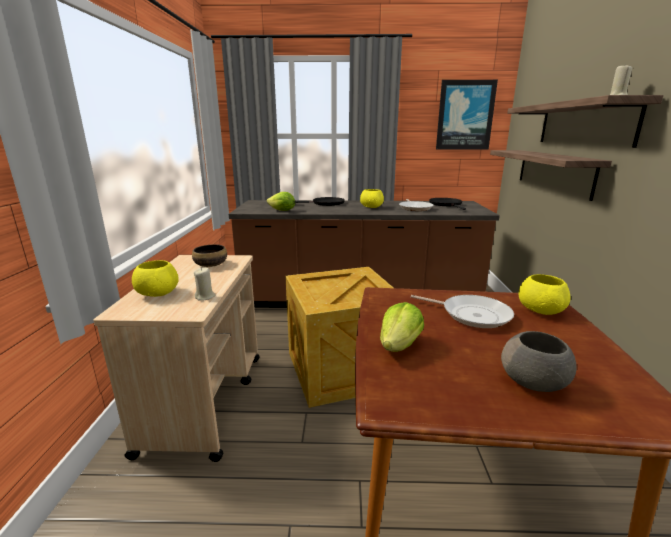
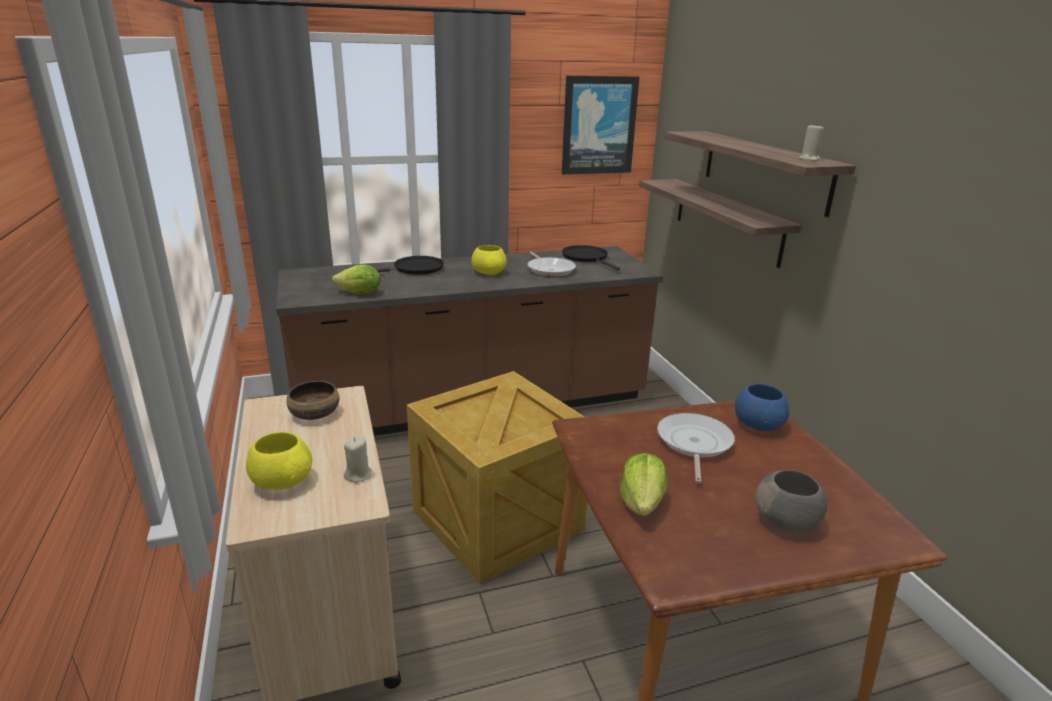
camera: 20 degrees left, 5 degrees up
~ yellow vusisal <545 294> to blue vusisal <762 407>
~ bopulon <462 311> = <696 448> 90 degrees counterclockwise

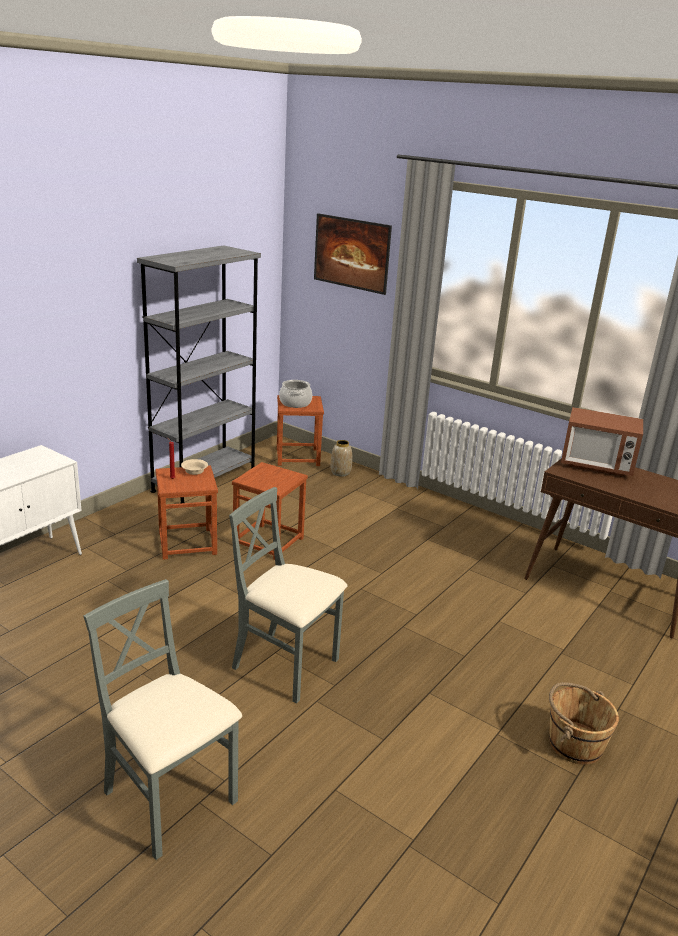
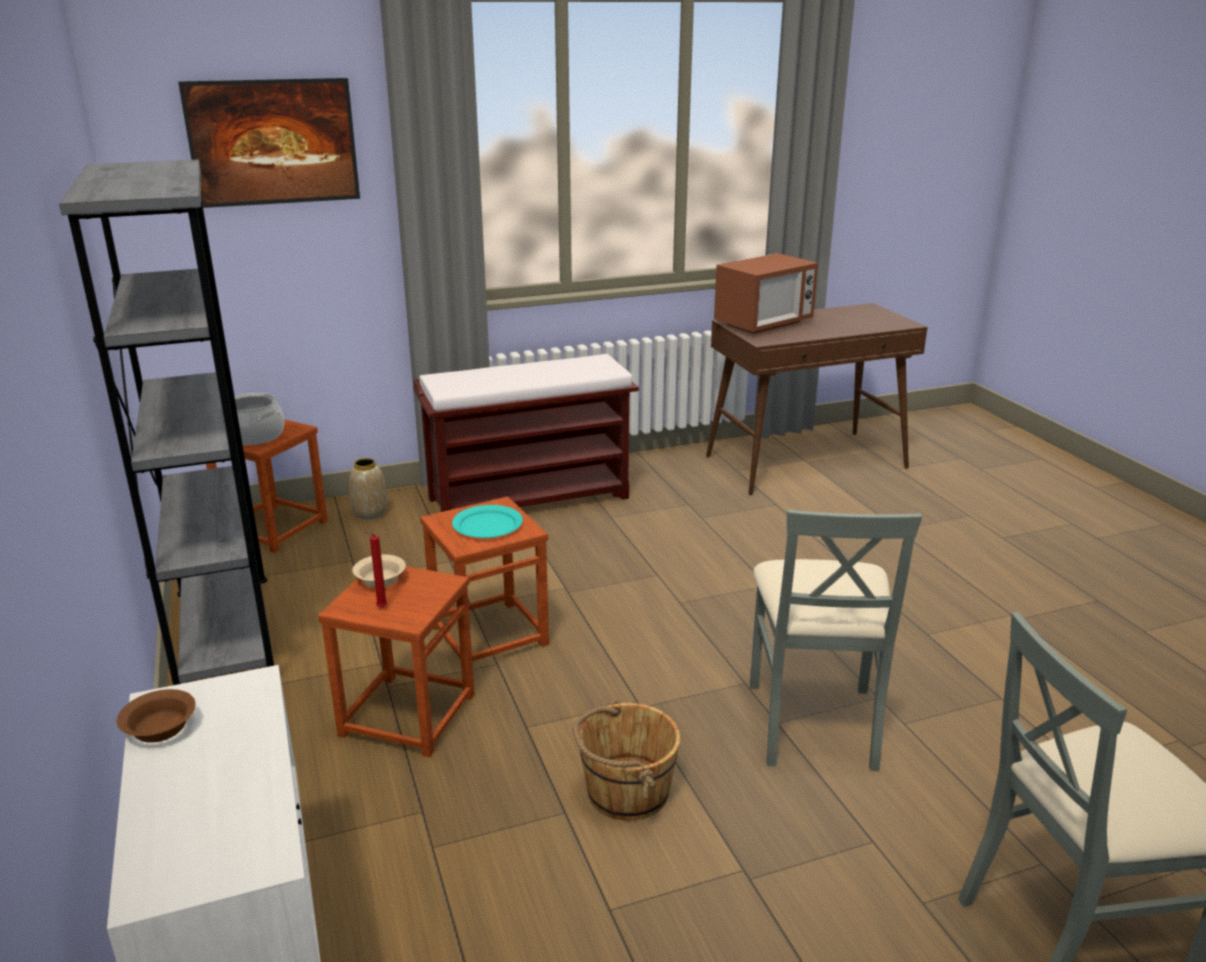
camera: 55 degrees left, 0 degrees up
~ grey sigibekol <288 595> = <836 640> 60 degrees counterclockwise
~ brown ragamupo <584 723> to <626 760>
+ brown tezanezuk <526 433>
+ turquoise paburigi <487 521>
+ brown vusisal <156 716>

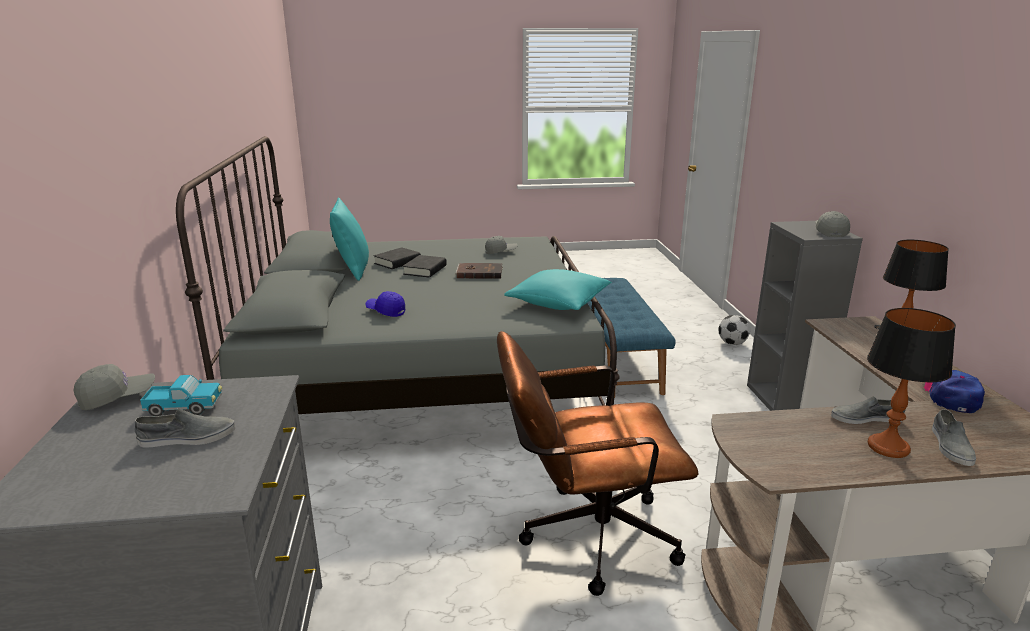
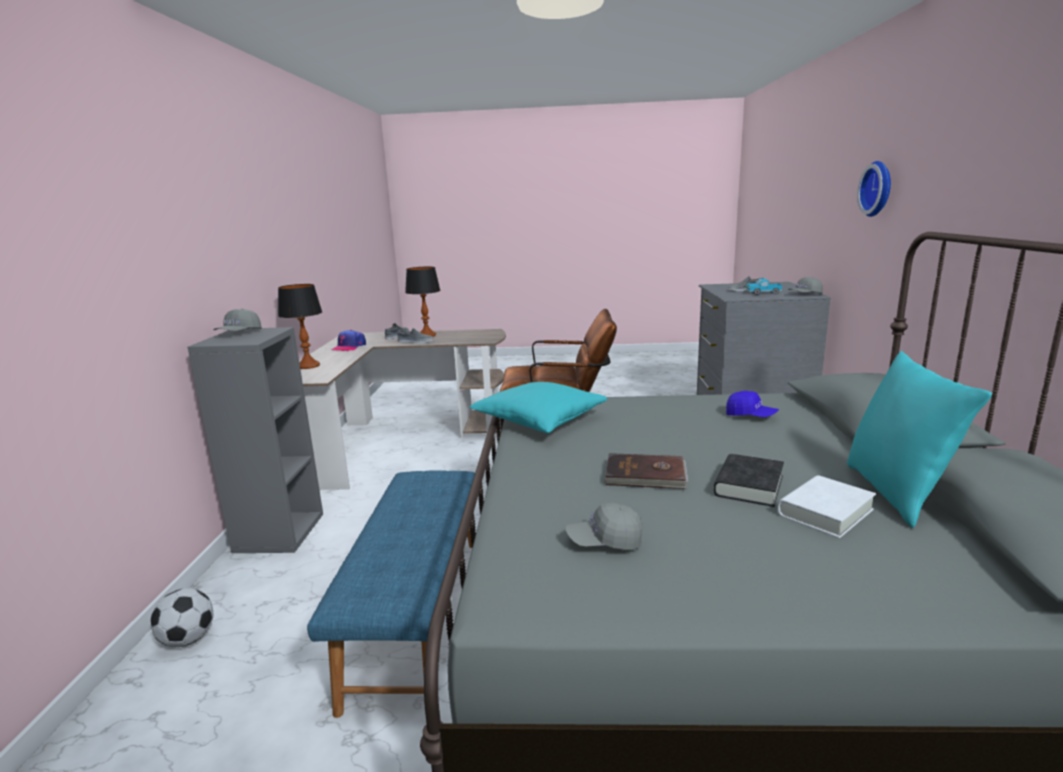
camera: 170 degrees left, 5 degrees down
~ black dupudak <397 258> to white dupudak <826 506>
+ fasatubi <874 189>

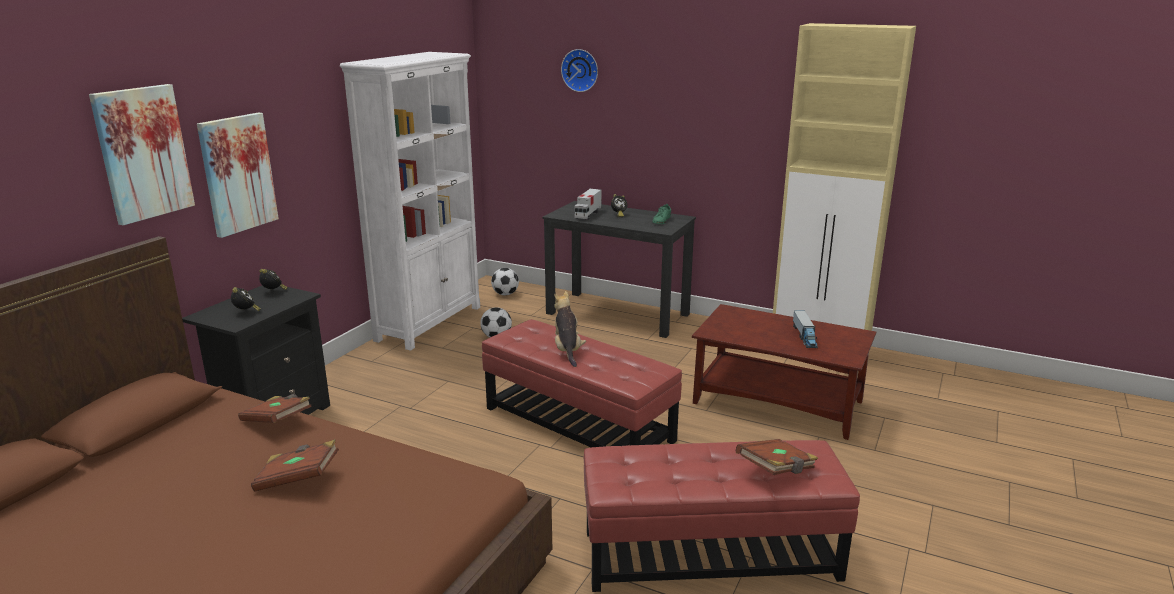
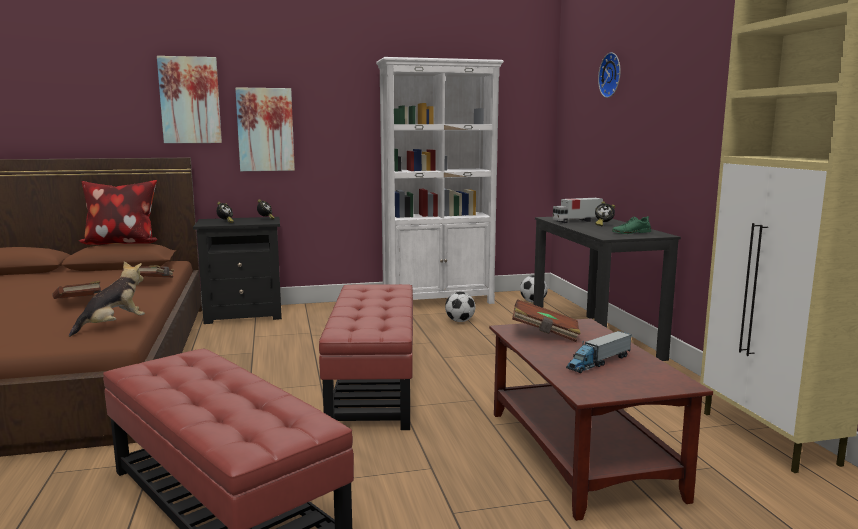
camera: 50 degrees right, 10 degrees down
~ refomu <570 329> to <107 299>
~ brown dupudak <777 457> to <546 320>
+ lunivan <118 212>

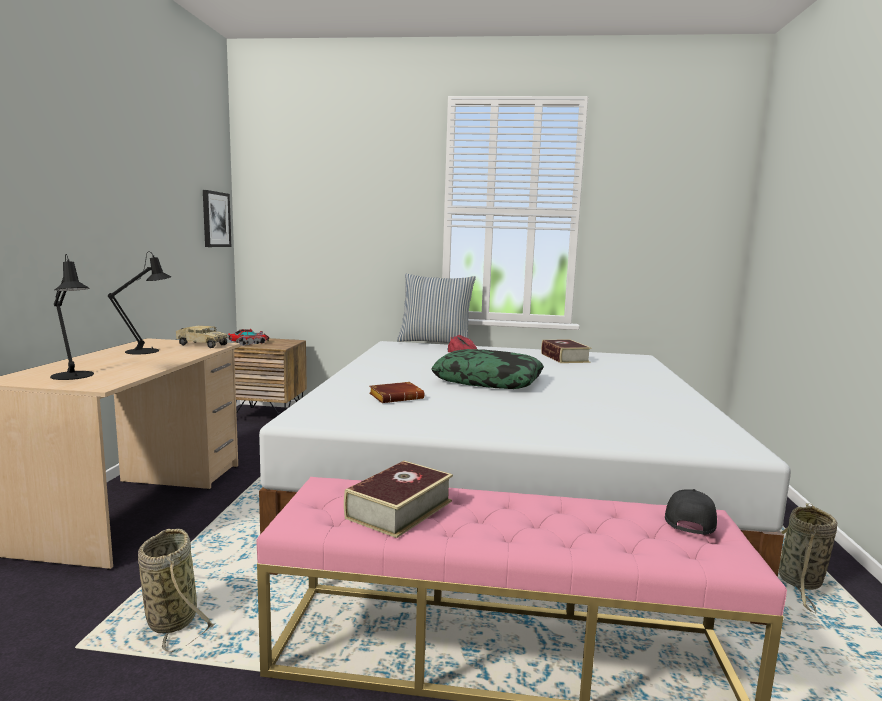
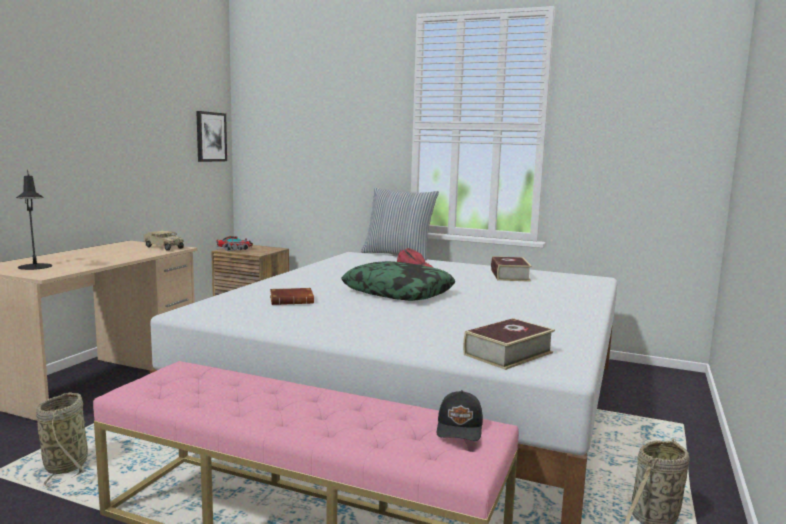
camera: 15 degrees right, 0 degrees up
- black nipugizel <140 303>
~ dupudak <398 499> to <509 344>
~ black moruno <691 512> = <460 415> 150 degrees clockwise

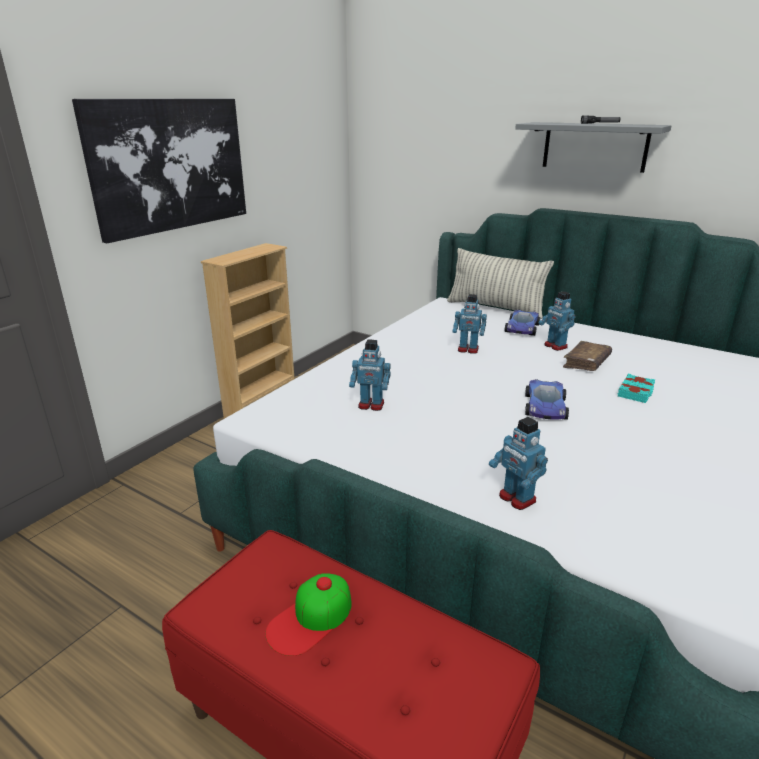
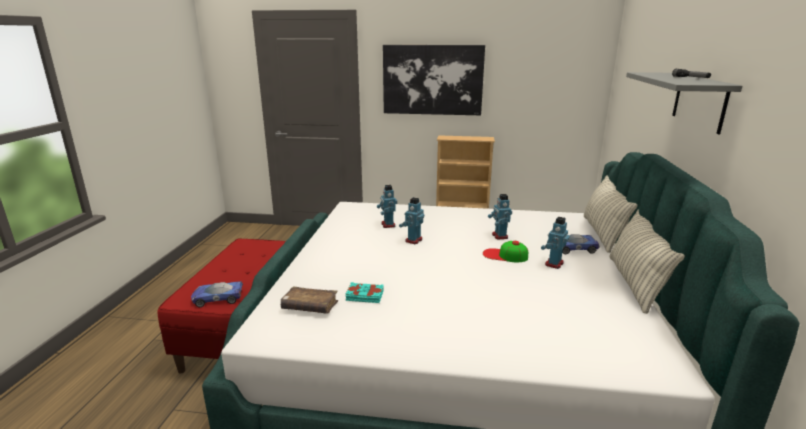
camera: 65 degrees right, 5 degrees down
~ brown dupudak <587 356> to <309 300>
~ turquoise dupudak <636 388> to <364 292>
~ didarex <547 399> to <217 294>
~ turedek <518 463> to <411 220>
~ moruno <309 614> to <505 251>
+ lunivan <647 261>

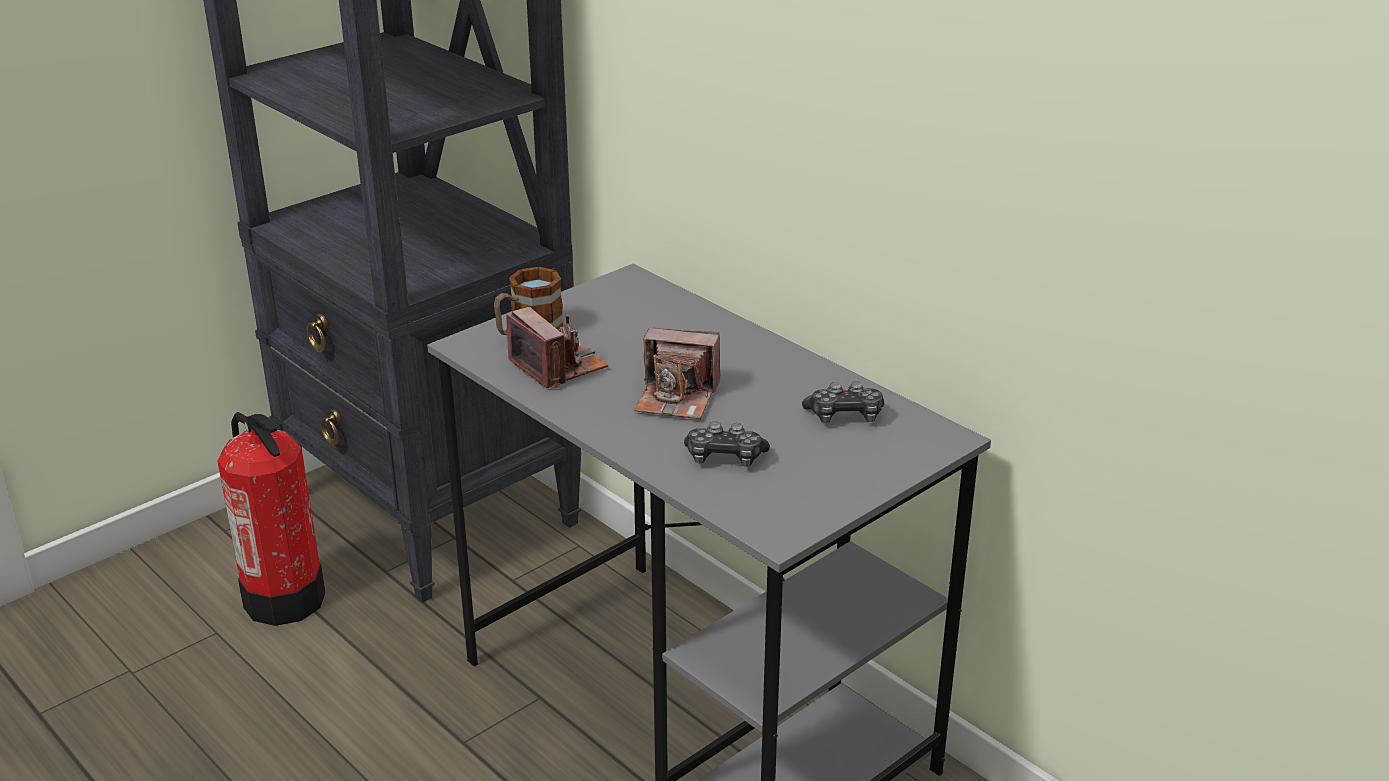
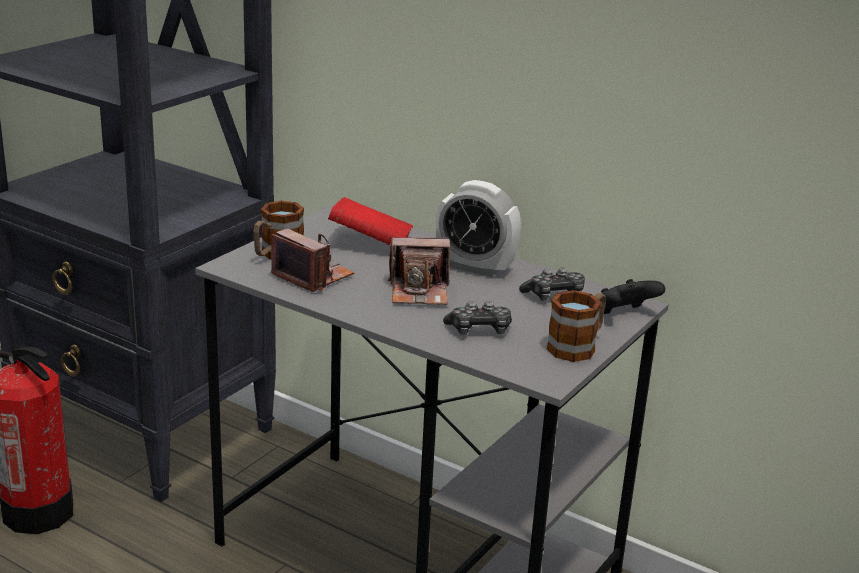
camera: 15 degrees left, 5 degrees down
+ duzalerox <478 228>
+ red dupudak <370 221>
+ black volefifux <632 296>
+ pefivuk <576 326>

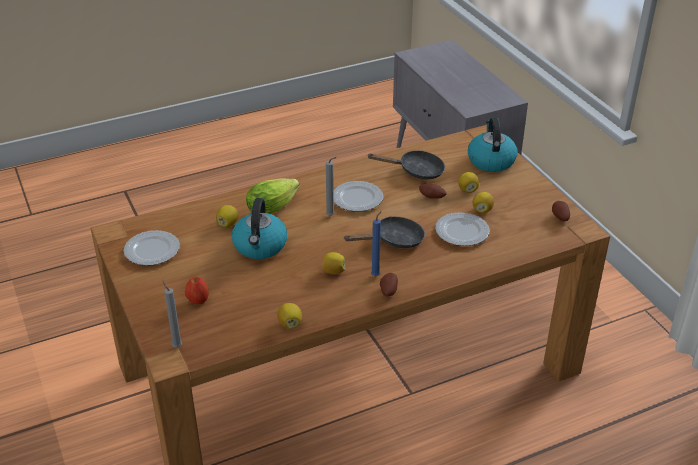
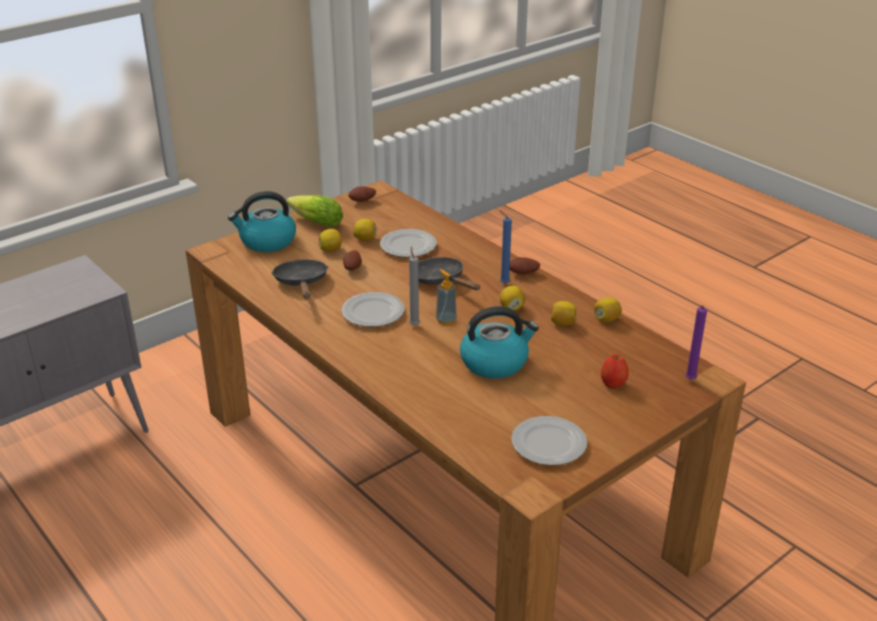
camera: 105 degrees left, 5 degrees down
~ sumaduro <273 196> to <314 211>
~ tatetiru <227 216> to <564 313>
~ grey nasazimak <172 314> to purple nasazimak <696 342>
+ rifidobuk <446 297>

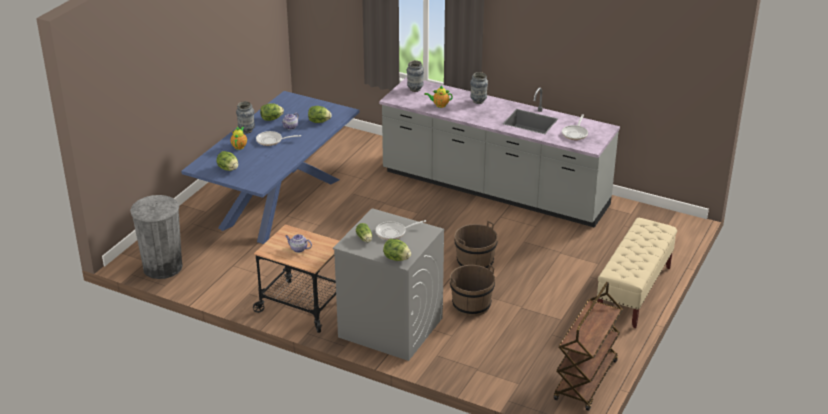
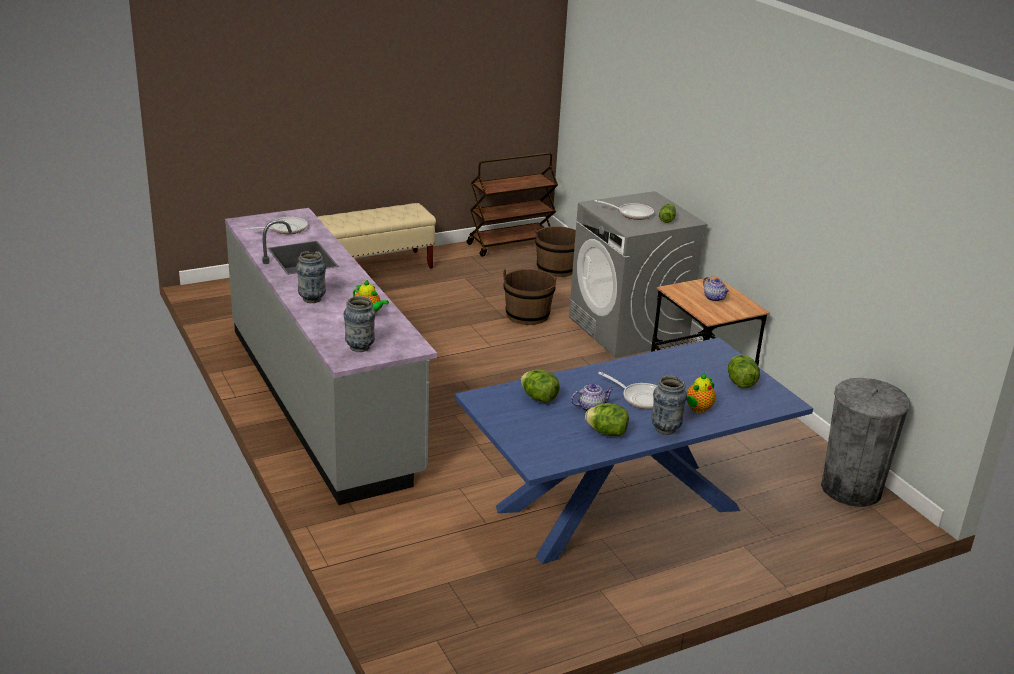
camera: 145 degrees left, 5 degrees down
~ brown ragamupo <476 244> to <555 251>
- sumaduro <397 250>

